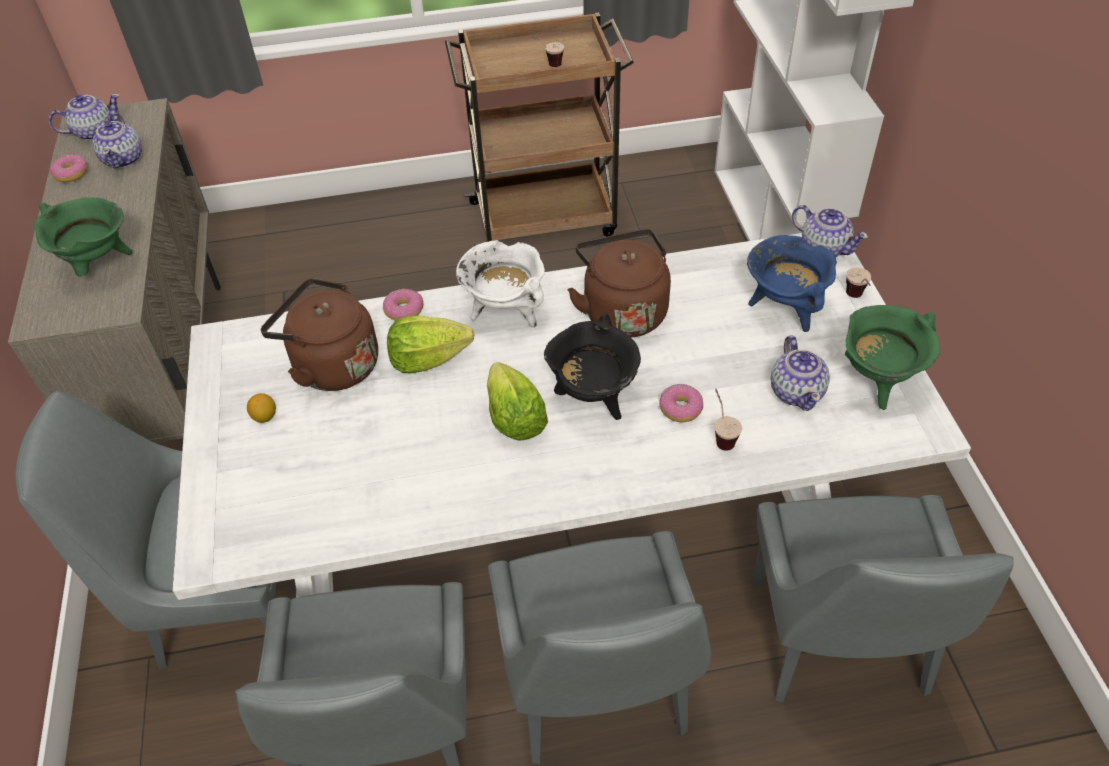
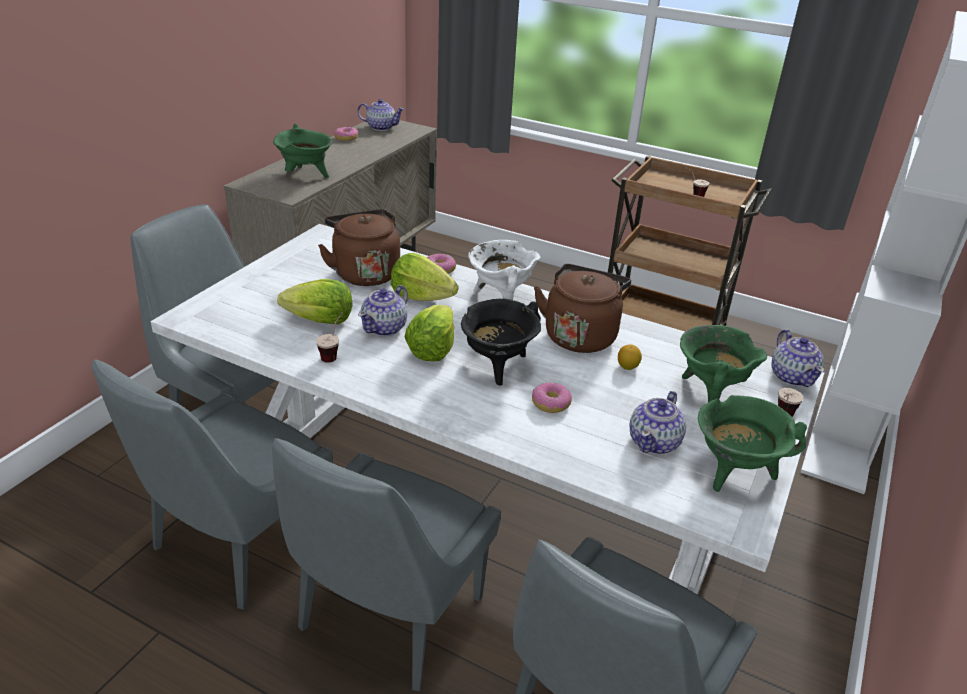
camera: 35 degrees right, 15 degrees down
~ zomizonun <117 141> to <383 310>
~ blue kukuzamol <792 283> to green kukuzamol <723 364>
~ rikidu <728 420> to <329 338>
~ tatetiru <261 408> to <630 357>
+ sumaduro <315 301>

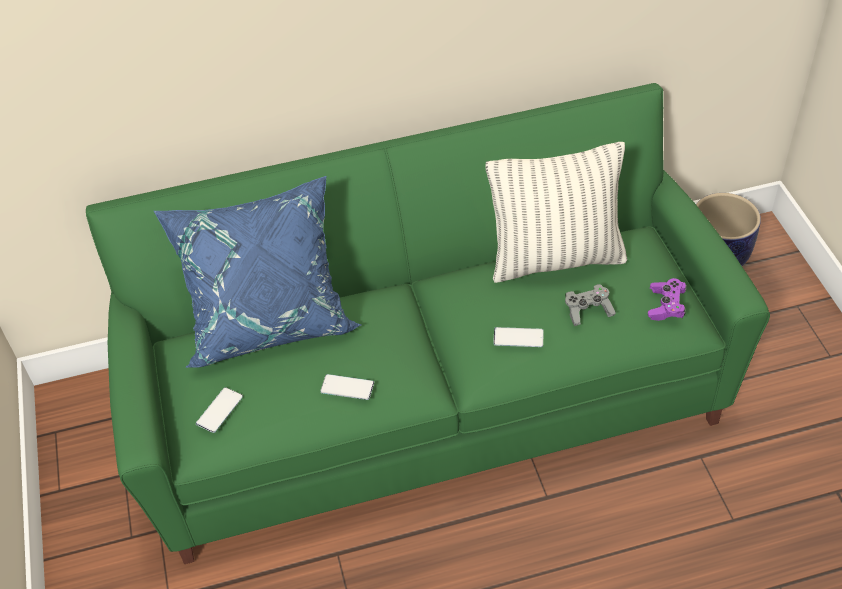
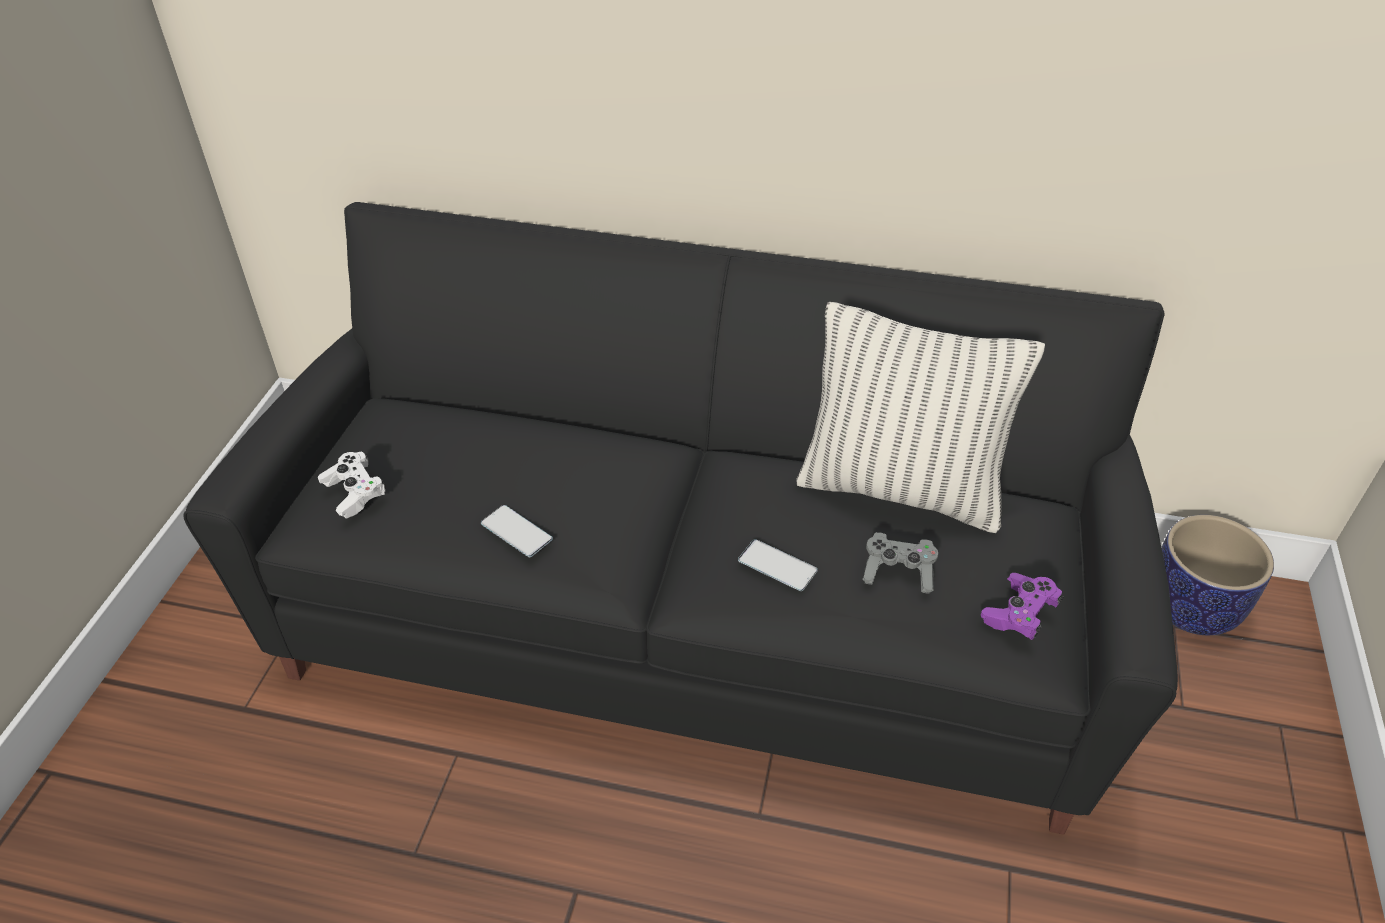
camera: 25 degrees right, 5 degrees down
~ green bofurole <428 323> to black bofurole <680 518>
- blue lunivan <257 272>
~ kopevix <219 410> to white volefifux <352 484>

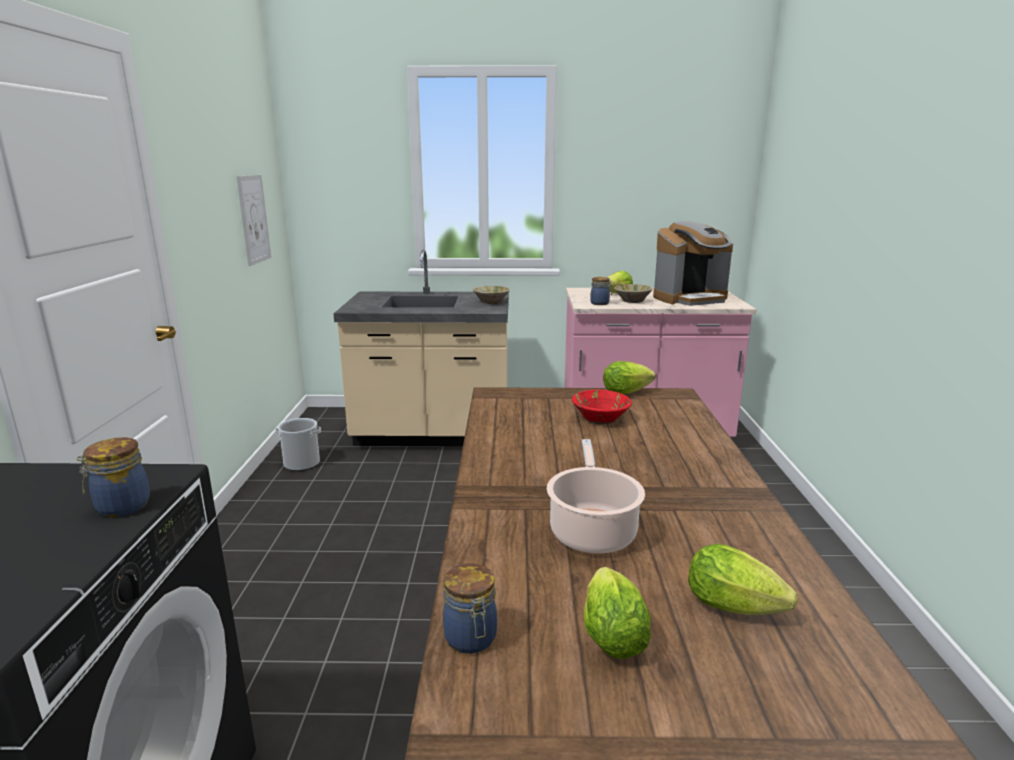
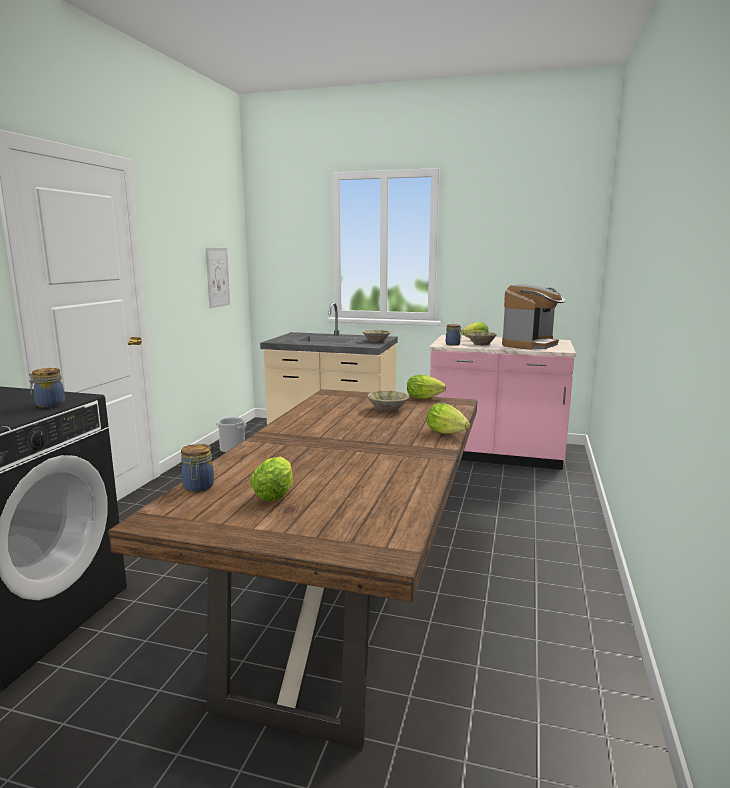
camera: 15 degrees right, 5 degrees down
~ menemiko <693 263> = <533 317> 45 degrees counterclockwise
~ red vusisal <602 407> to beige vusisal <388 401>
- kukuzamol <596 496>
~ sumaduro <743 579> to <448 418>

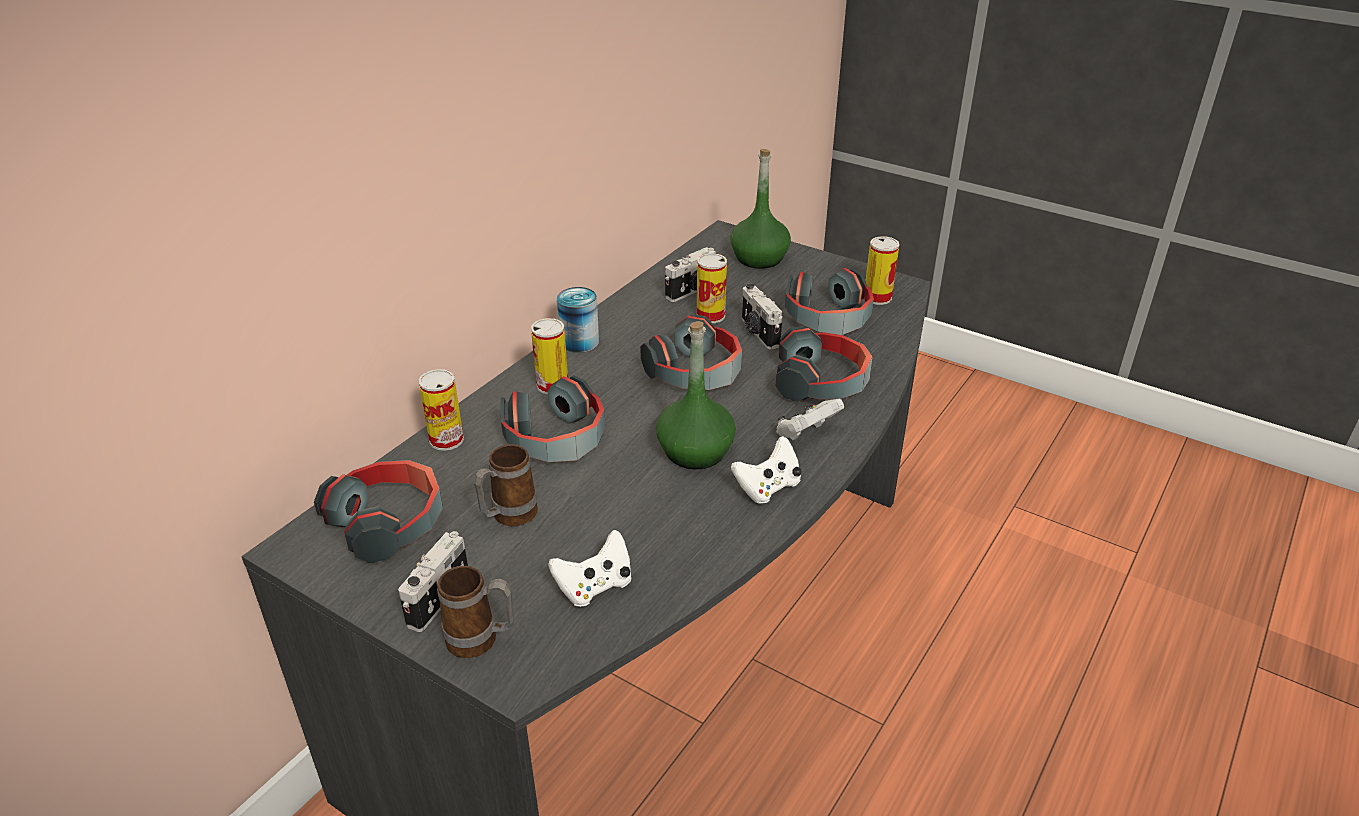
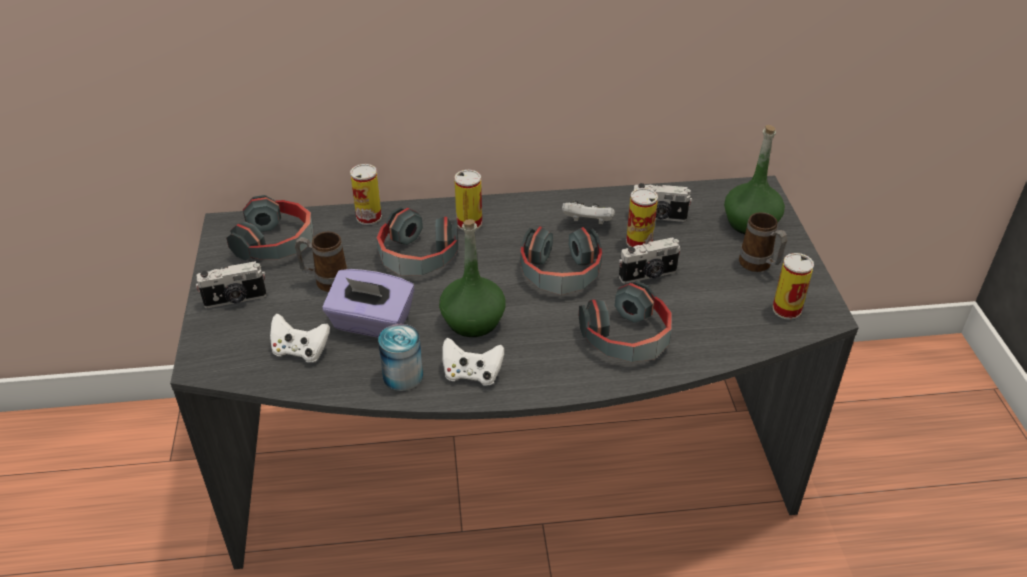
camera: 50 degrees right, 5 degrees up
- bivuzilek <829 301>
~ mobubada <762 316> = <650 260> 135 degrees counterclockwise
~ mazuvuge <578 320> to <400 357>
~ white volefifux <810 419> to <588 212>
~ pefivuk <475 612> to <763 242>
+ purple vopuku <368 303>

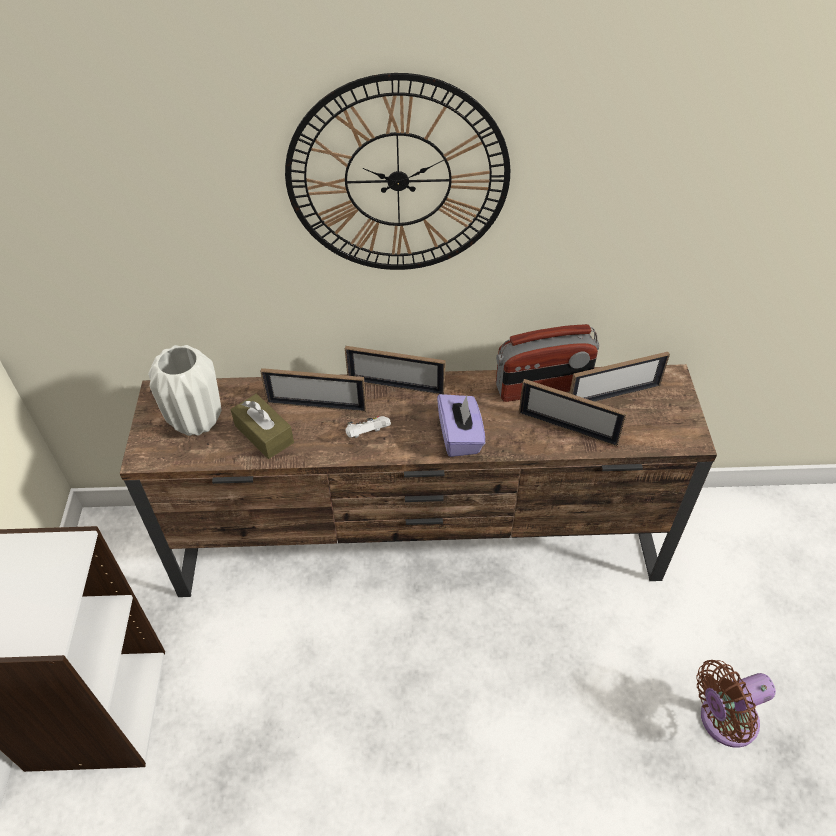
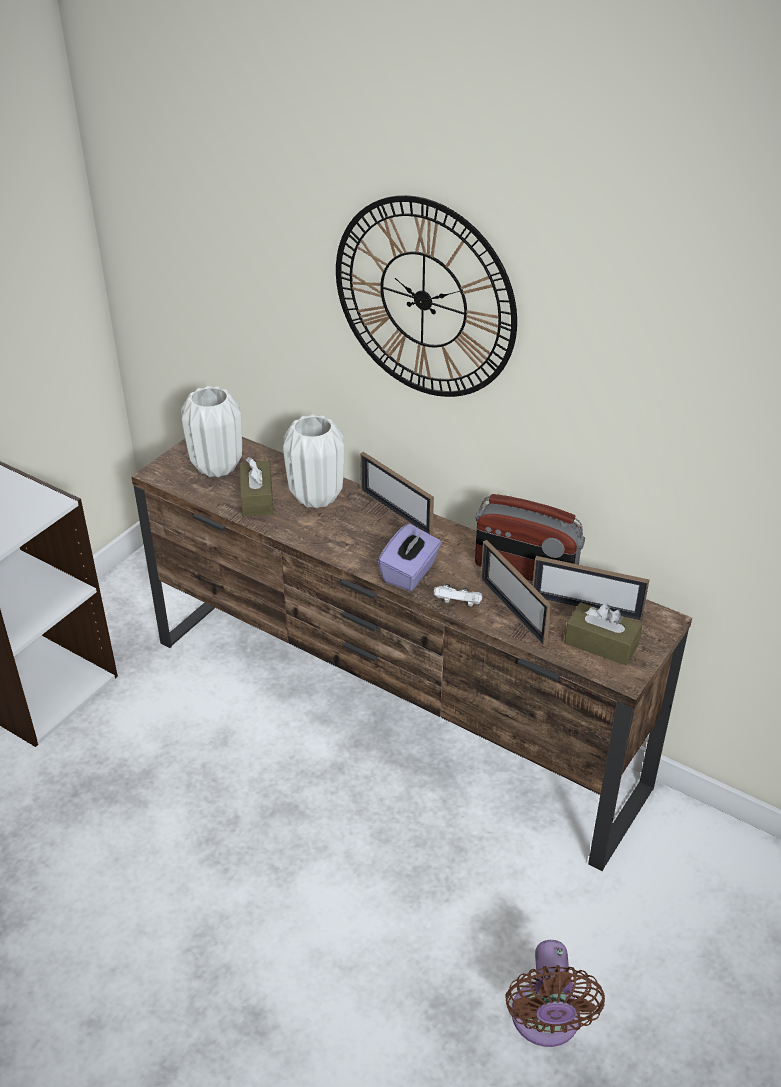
camera: 35 degrees right, 10 degrees down
~ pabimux <313 390> to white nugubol <313 461>
~ white volefifux <368 427> to <458 595>
~ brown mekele <736 704> = <555 993> 105 degrees counterclockwise
+ brown vopuku <603 634>

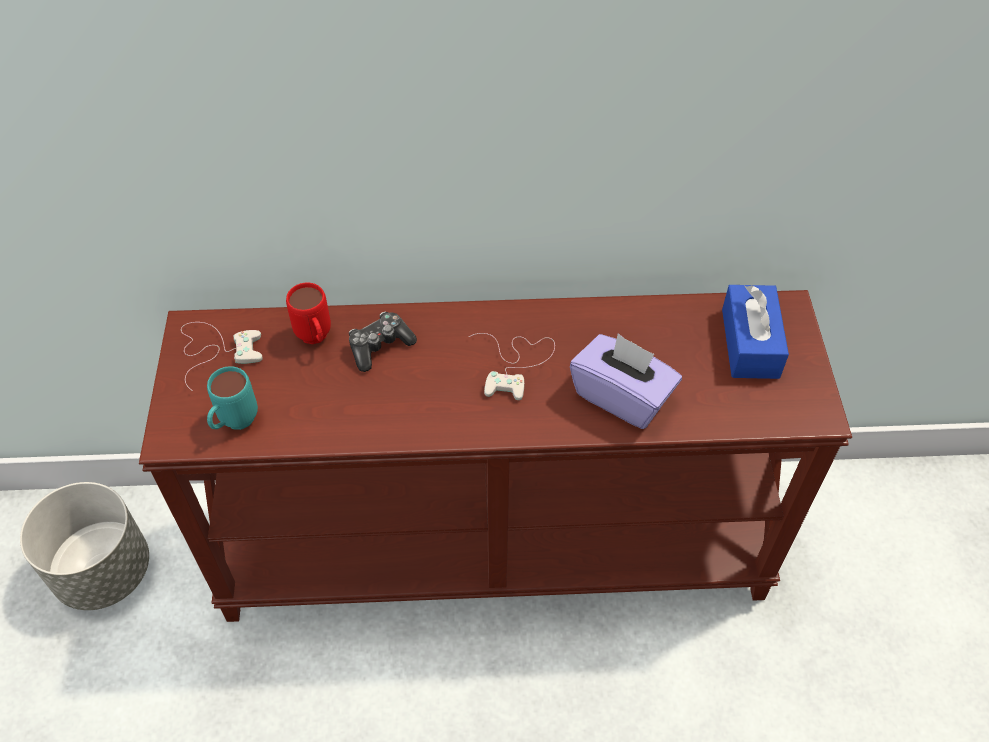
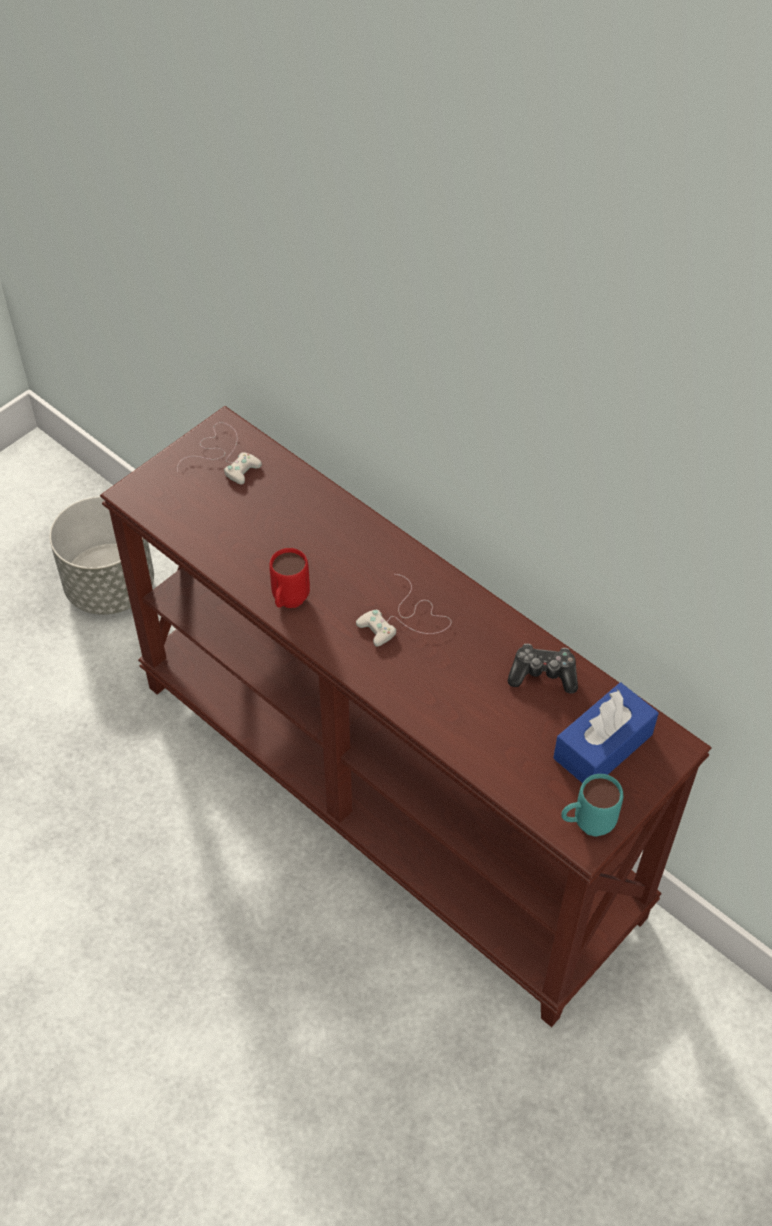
camera: 45 degrees right, 0 degrees up
~ red pefivuk <308 313> to <289 578>
~ volefifux <383 341> to <543 669>
- purple vopuku <626 381>
~ turquoise pefivuk <232 398> to <592 805>

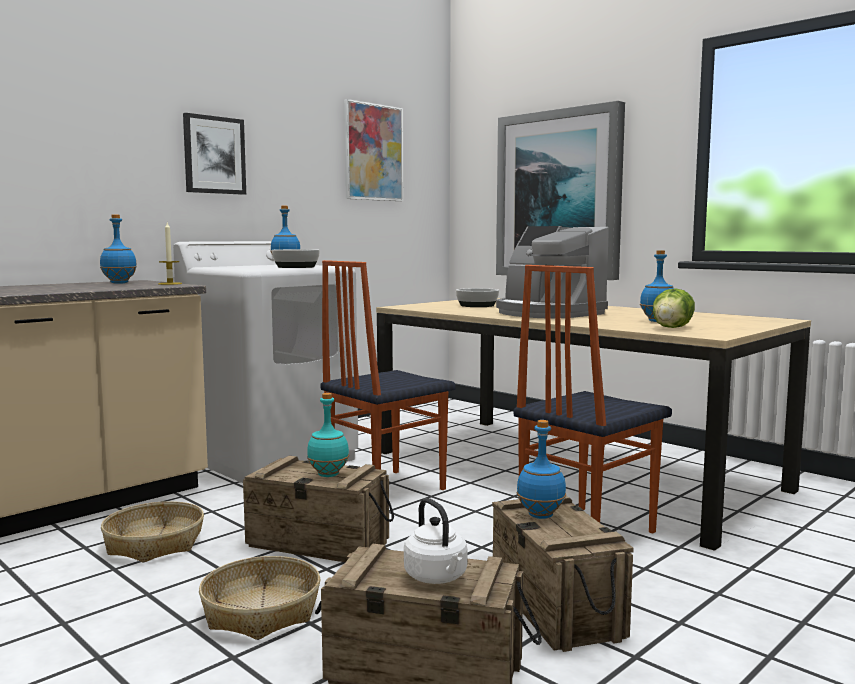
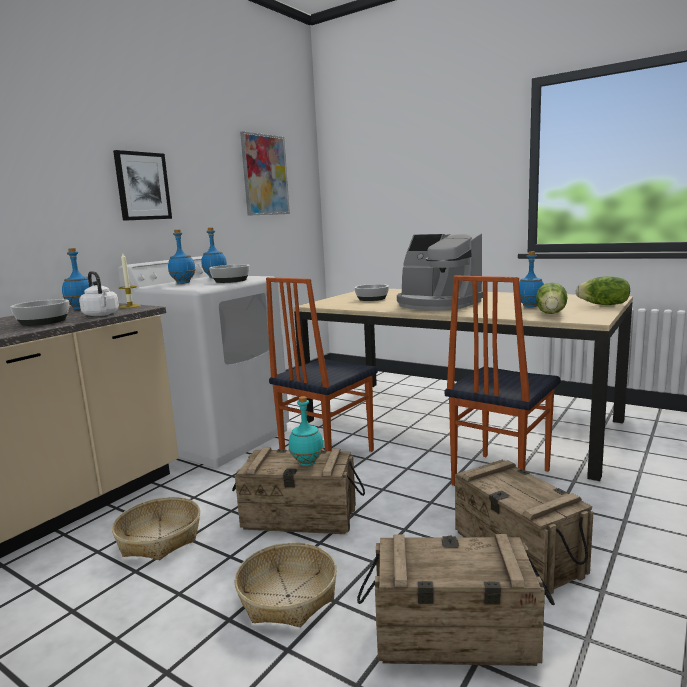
camera: 10 degrees left, 5 degrees up
- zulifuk <560 190>
~ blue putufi <541 469> to <182 257>
~ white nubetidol <436 541> to <99 293>
+ sumaduro <602 290>
+ vusisal <40 312>

